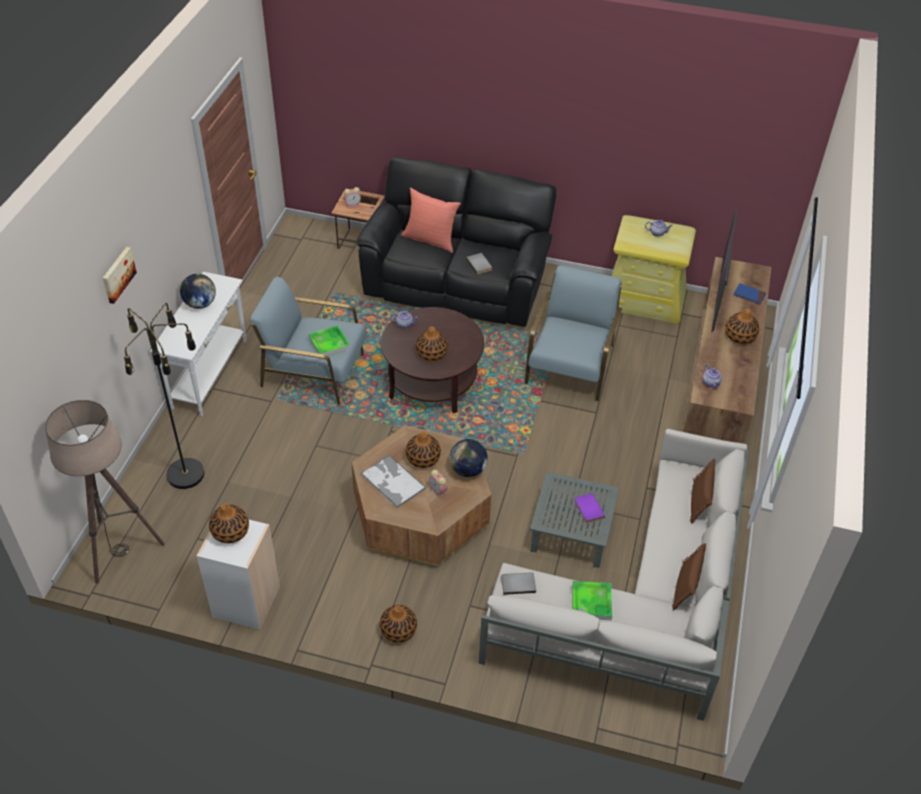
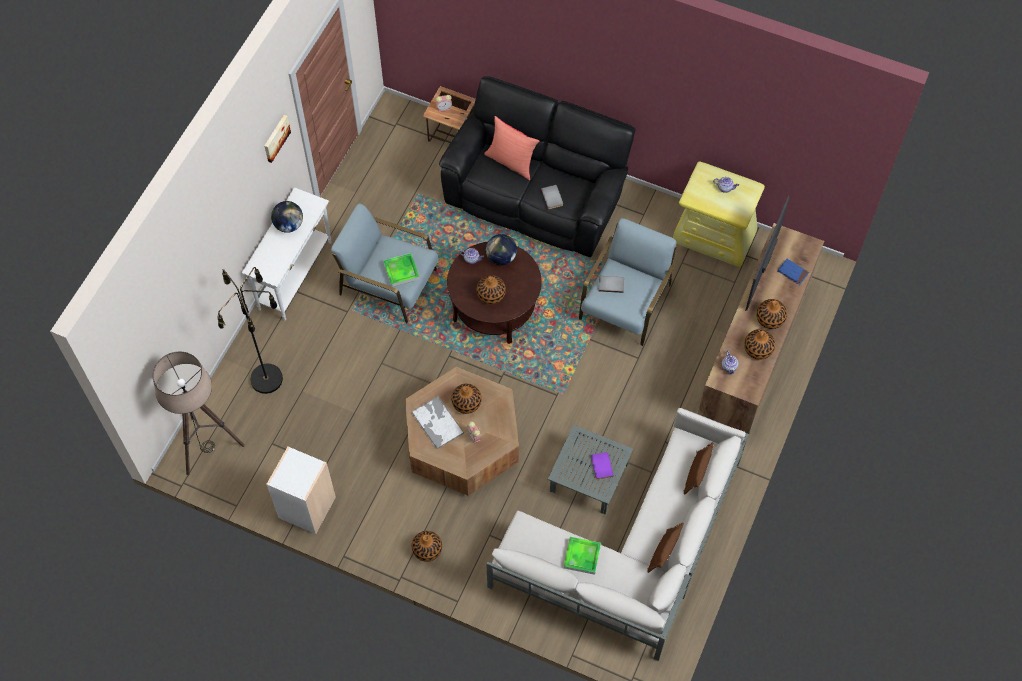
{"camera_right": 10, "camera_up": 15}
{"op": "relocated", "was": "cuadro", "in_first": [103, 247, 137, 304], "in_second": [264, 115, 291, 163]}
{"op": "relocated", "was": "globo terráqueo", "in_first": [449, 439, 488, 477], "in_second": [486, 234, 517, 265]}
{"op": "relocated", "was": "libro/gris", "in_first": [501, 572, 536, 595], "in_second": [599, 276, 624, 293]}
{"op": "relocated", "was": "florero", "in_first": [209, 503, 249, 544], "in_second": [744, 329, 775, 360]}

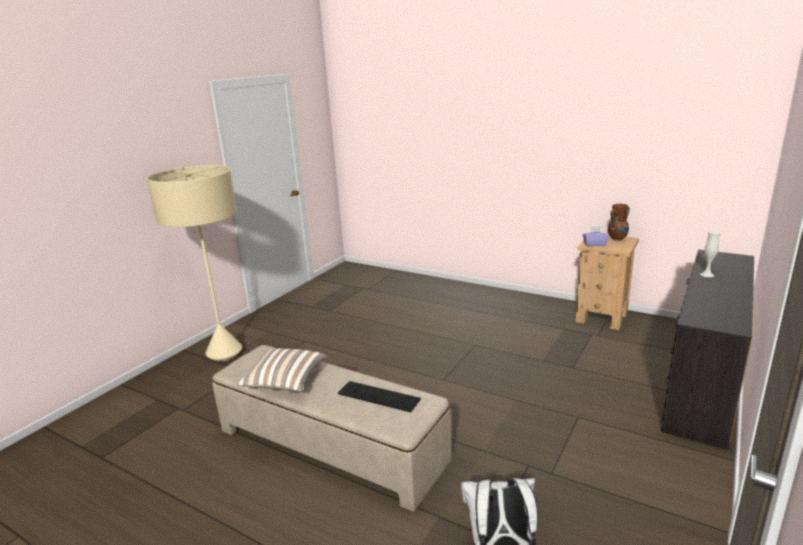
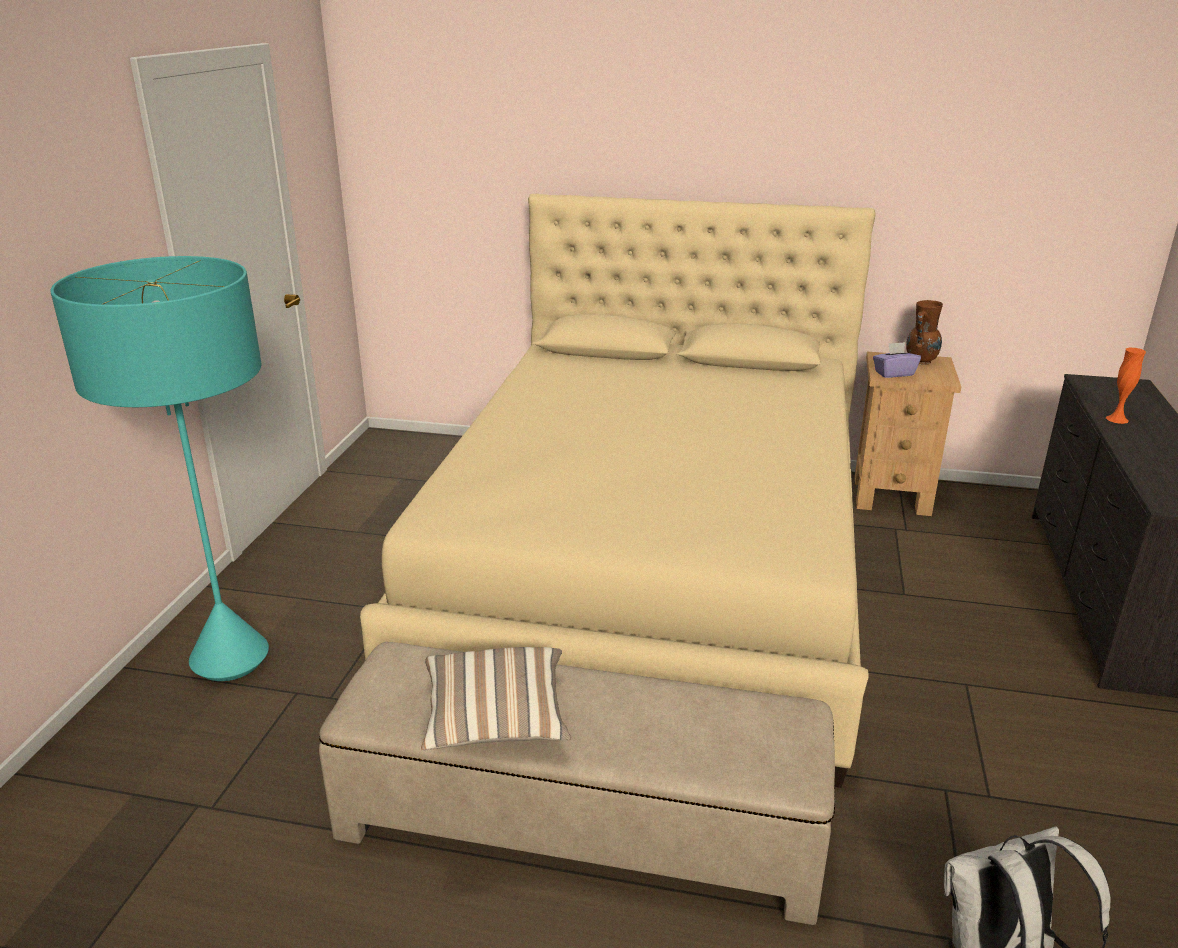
{"camera_right": -20, "camera_up": 5}
{"op": "colour", "was": "lámpara de pie/beis", "now": "lámpara de pie/turquesa", "in_first": [147, 165, 242, 361], "in_second": [50, 256, 269, 681]}
{"op": "appeared", "now": "cama/beis", "in_second": [360, 194, 876, 788]}
{"op": "colour", "was": "florero/blanco", "now": "florero/naranja", "in_first": [700, 231, 721, 277], "in_second": [1106, 348, 1146, 424]}
{"op": "missing", "was": "teclado", "in_first": [338, 381, 421, 412]}

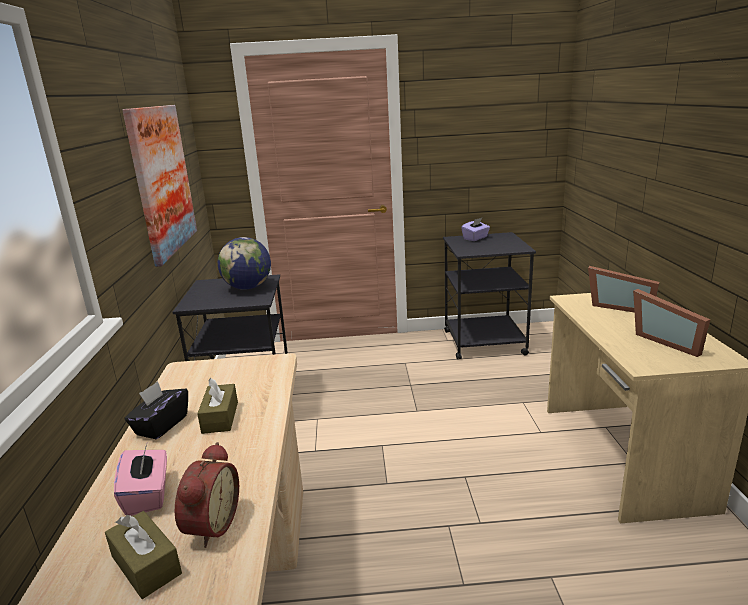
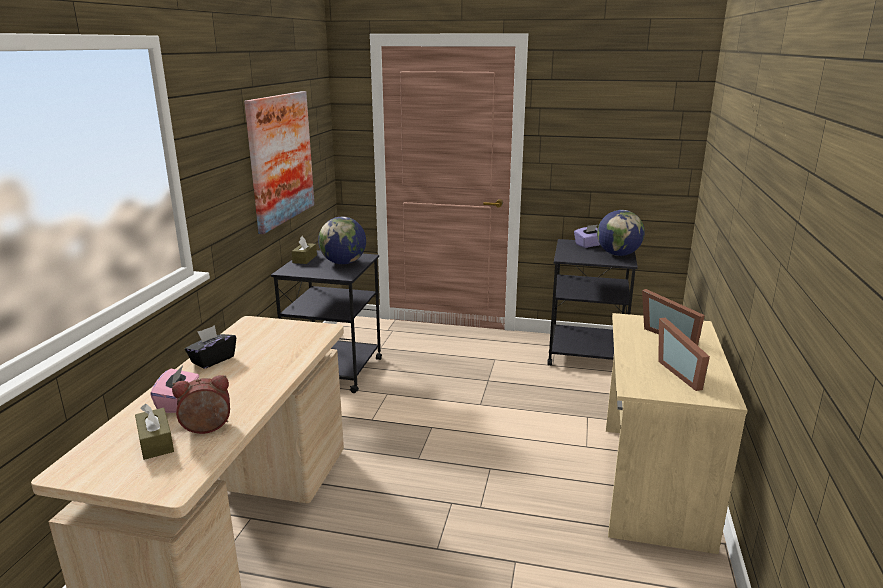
{"camera_right": 15, "camera_up": 0}
{"op": "spun", "was": "despertador", "in_first": [175, 442, 239, 548], "in_second": [172, 375, 230, 434], "clockwise": -135}
{"op": "relocated", "was": "caja de pañuelos/marrón", "in_first": [197, 378, 238, 434], "in_second": [291, 236, 317, 264]}
{"op": "appeared", "now": "globo terráqueo", "in_second": [597, 210, 645, 256]}

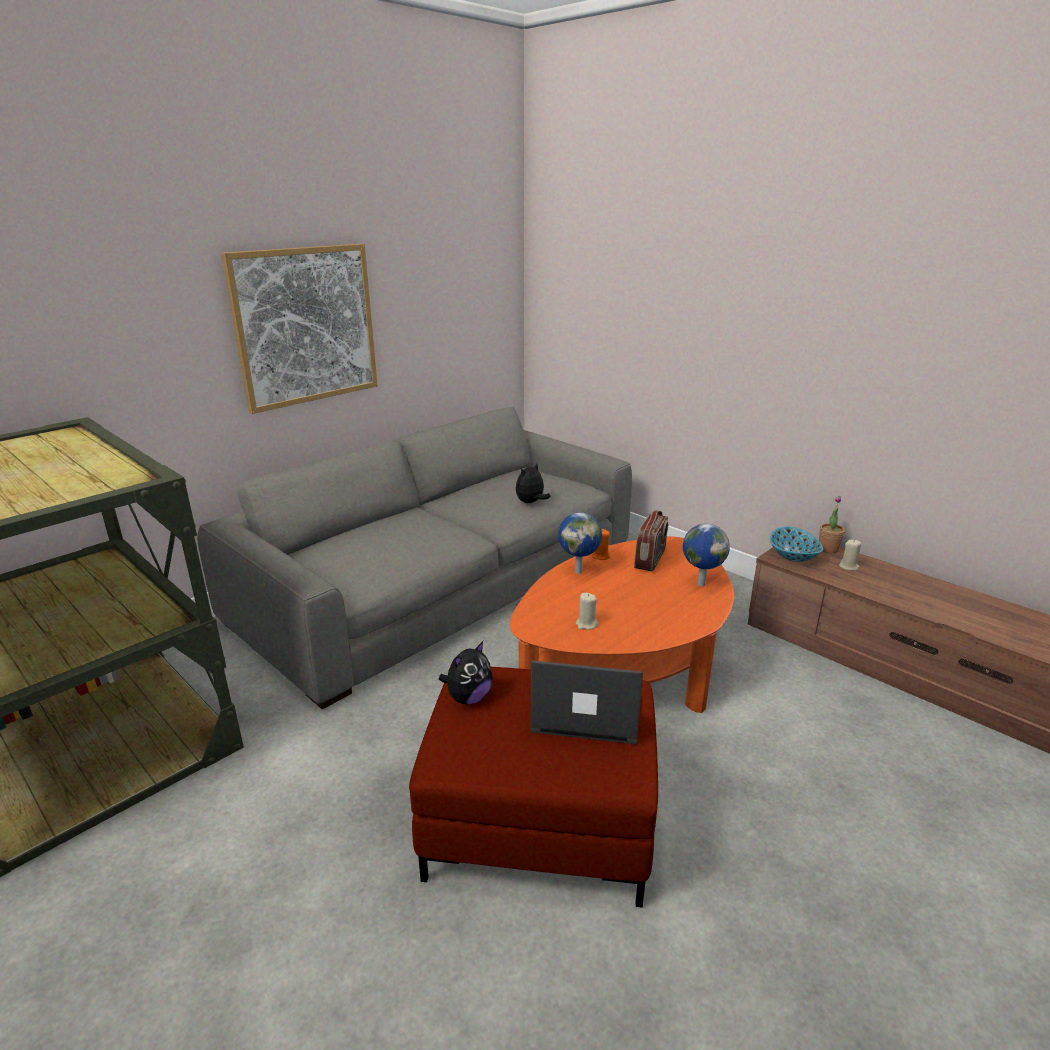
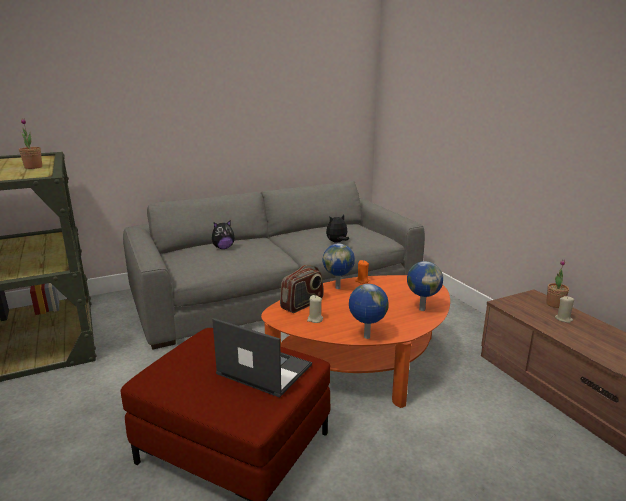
{"camera_right": 20, "camera_up": -5}
{"op": "appeared", "now": "planta en maceta", "in_second": [19, 118, 42, 169]}
{"op": "relocated", "was": "peluche", "in_first": [439, 641, 493, 704], "in_second": [212, 220, 235, 249]}
{"op": "relocated", "was": "radio", "in_first": [634, 510, 668, 572], "in_second": [280, 265, 324, 313]}
{"op": "appeared", "now": "globo terráqueo", "in_second": [349, 284, 389, 339]}
{"op": "missing", "was": "cuadro", "in_first": [221, 244, 378, 414]}
{"op": "missing", "was": "cuenco", "in_first": [770, 527, 823, 562]}

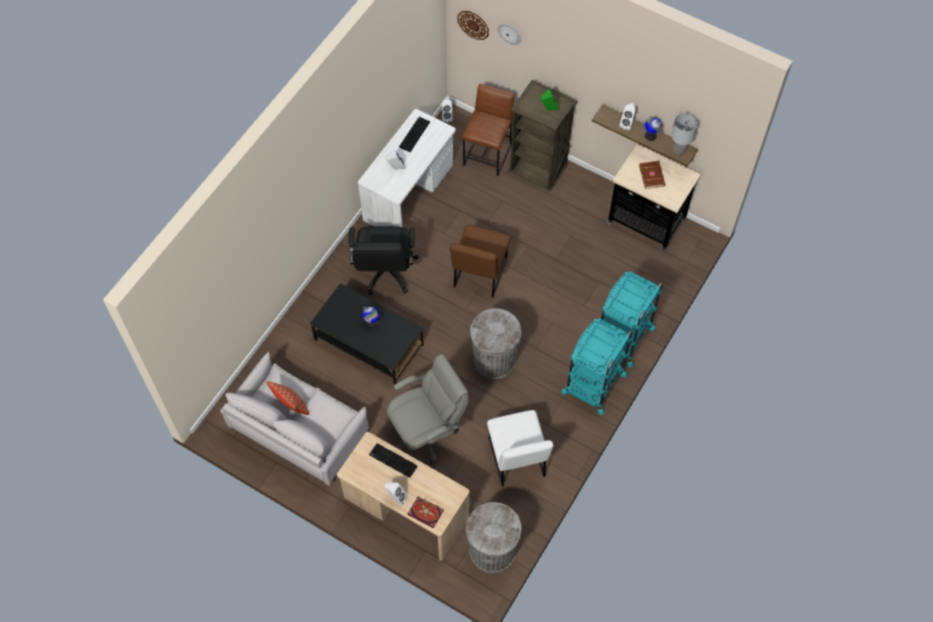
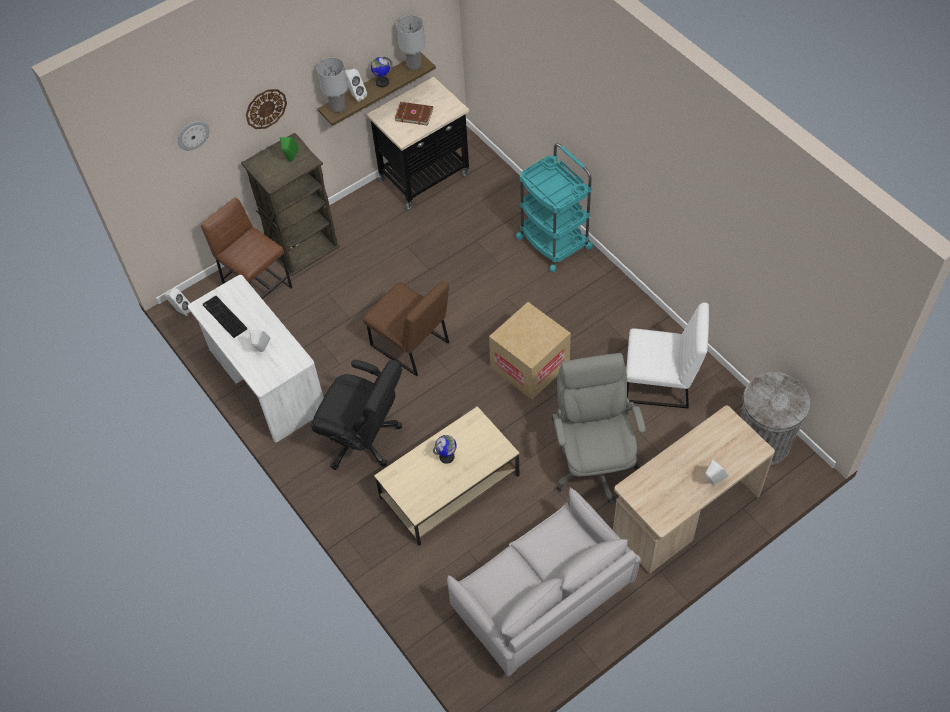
{"camera_right": -65, "camera_up": -5}
{"op": "relocated", "was": "reloj de pared", "in_first": [457, 11, 489, 40], "in_second": [246, 89, 287, 129]}
{"op": "appeared", "now": "lámpara de mesa/gris", "in_second": [317, 58, 348, 113]}
{"op": "colour", "was": "mesa de centro/negro", "now": "mesa de centro/beis", "in_first": [310, 283, 424, 385], "in_second": [374, 406, 520, 546]}
{"op": "exchanged", "was": "papelera/gris", "now": "caja de cartón", "in_first": [470, 309, 522, 379], "in_second": [489, 302, 571, 400]}
{"op": "missing", "was": "cojín", "in_first": [266, 381, 309, 415]}
{"op": "missing", "was": "teclado", "in_first": [369, 443, 418, 478]}
{"op": "missing", "was": "libro", "in_first": [407, 497, 443, 528]}
{"op": "missing", "was": "carrito/turquesa", "in_first": [561, 318, 632, 415]}

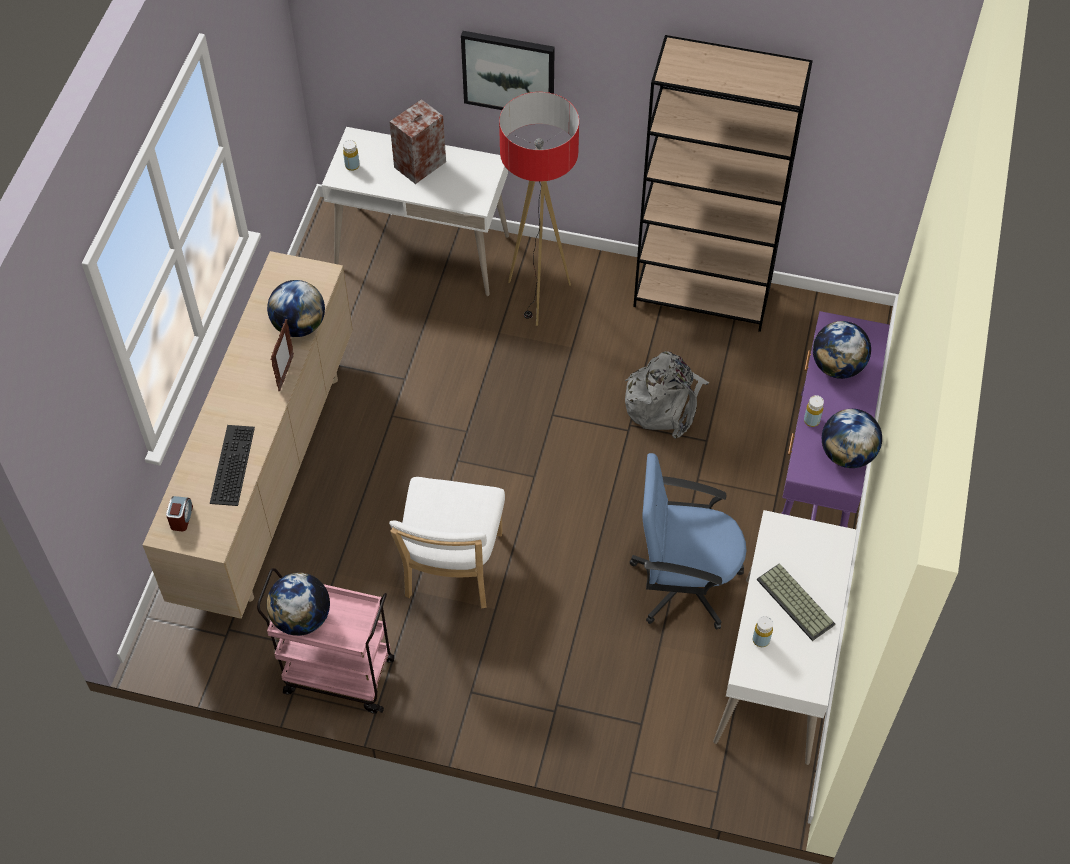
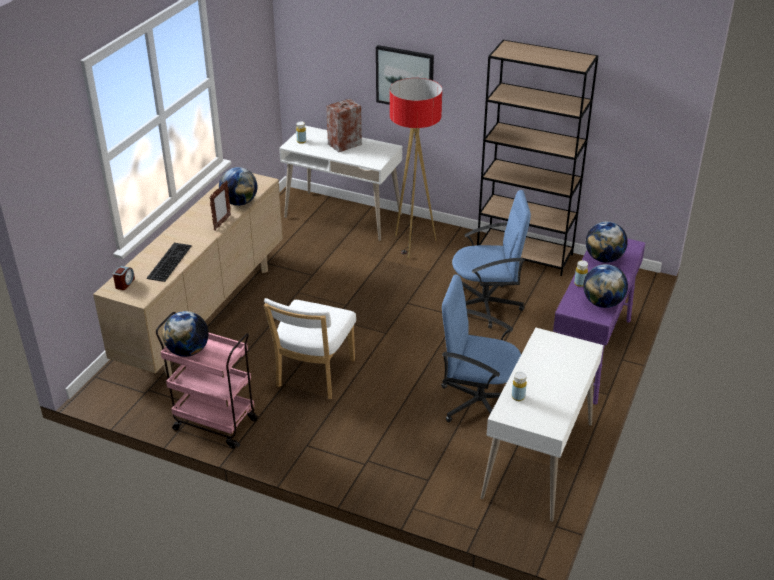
{"camera_right": 10, "camera_up": -20}
{"op": "exchanged", "was": "mochila/gris", "now": "silla de oficina/azul", "in_first": [625, 351, 709, 439], "in_second": [452, 190, 531, 328]}
{"op": "missing", "was": "teclado", "in_first": [757, 563, 835, 641]}

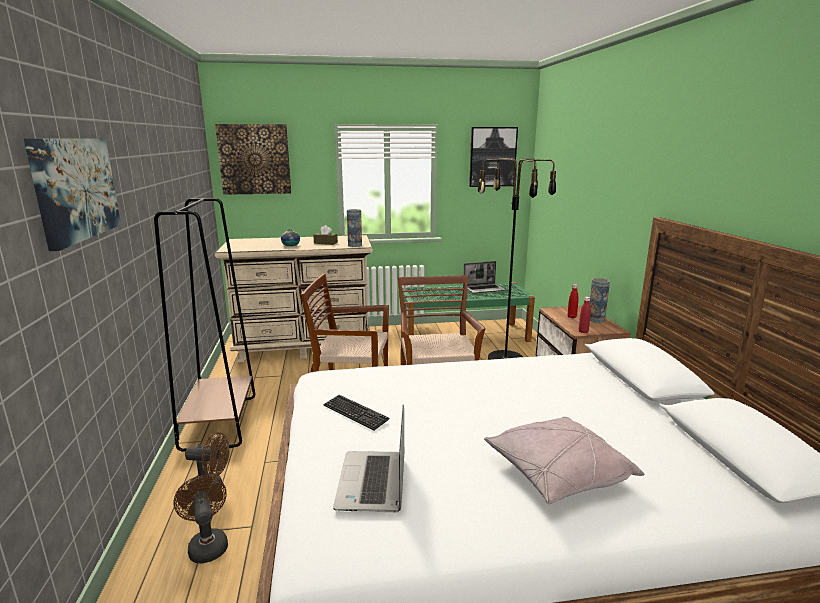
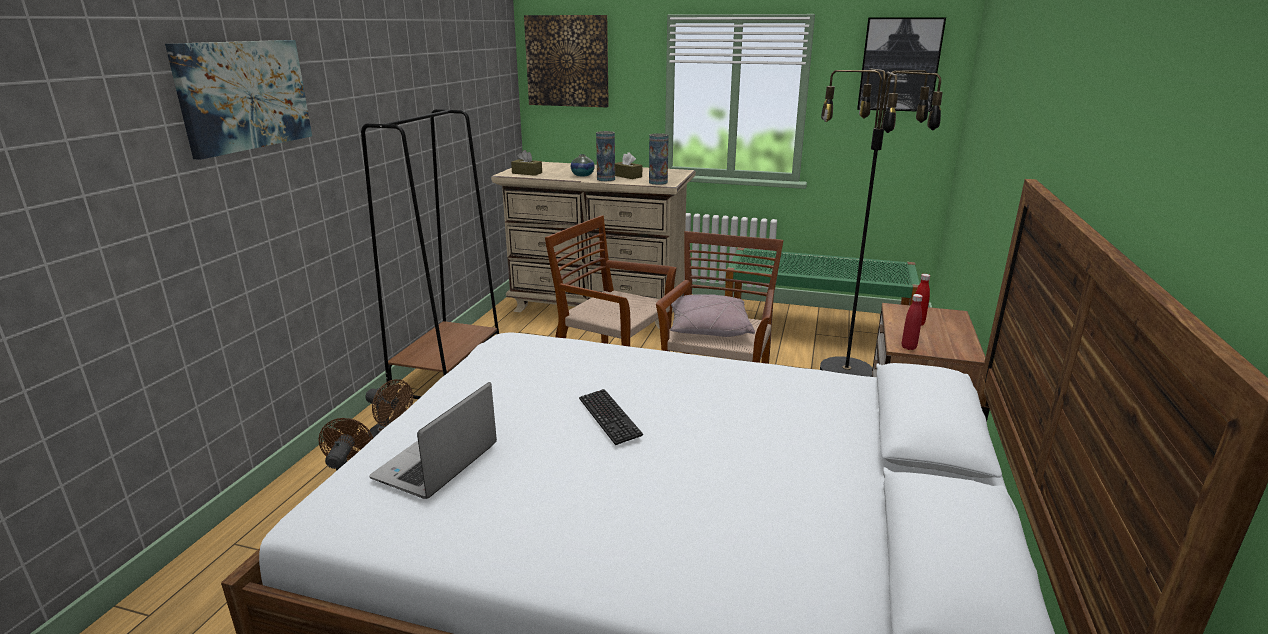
{"camera_right": 25, "camera_up": 5}
{"op": "appeared", "now": "caja de pañuelos/marrón", "in_second": [511, 150, 542, 176]}
{"op": "relocated", "was": "teclado", "in_first": [323, 395, 390, 430], "in_second": [579, 389, 643, 445]}
{"op": "relocated", "was": "florero", "in_first": [589, 278, 610, 323], "in_second": [596, 131, 615, 181]}
{"op": "relocated", "was": "cojín/morado", "in_first": [484, 417, 644, 504], "in_second": [670, 294, 755, 337]}
{"op": "missing", "was": "portátil", "in_first": [463, 261, 506, 293]}

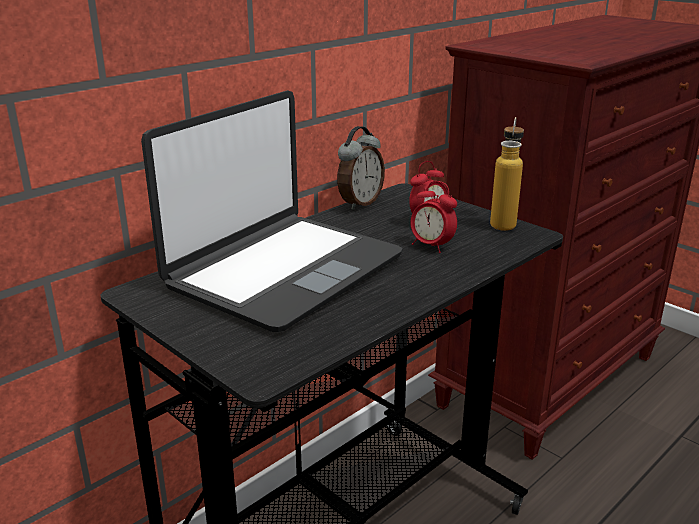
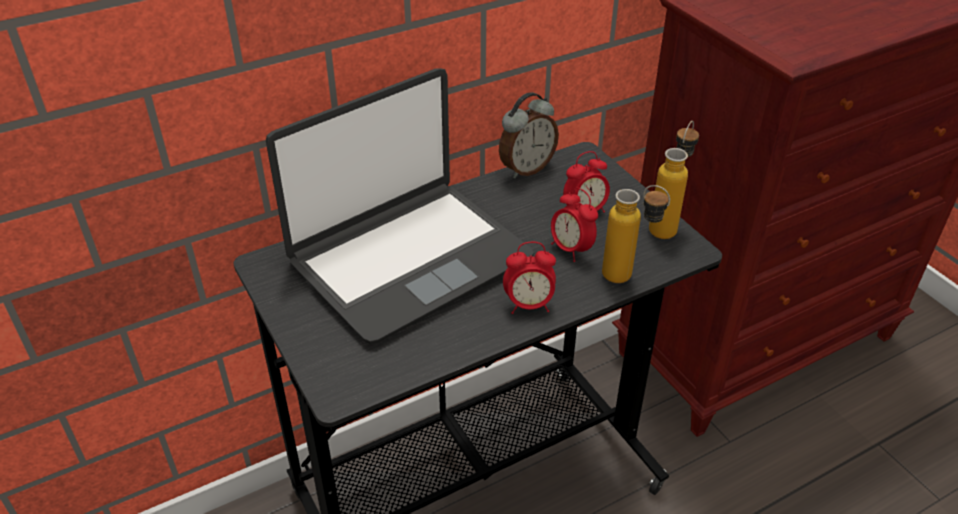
{"camera_right": 15, "camera_up": 15}
{"op": "appeared", "now": "despertador", "in_second": [503, 242, 556, 314]}
{"op": "appeared", "now": "botella", "in_second": [602, 185, 670, 283]}

